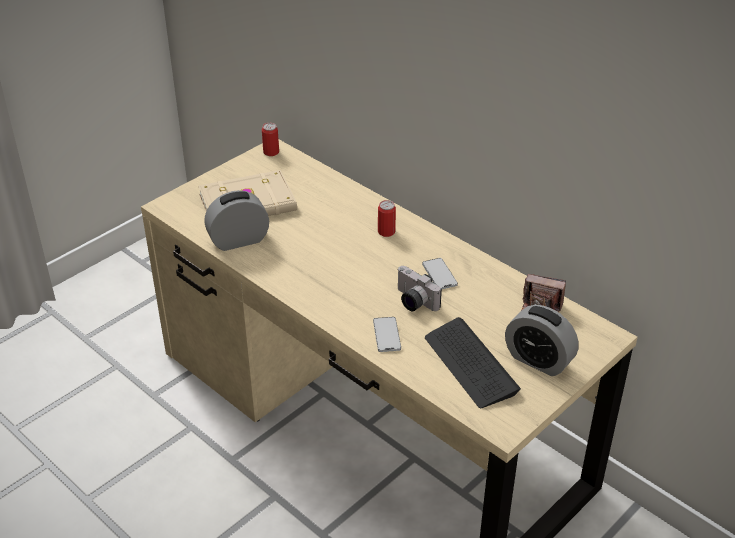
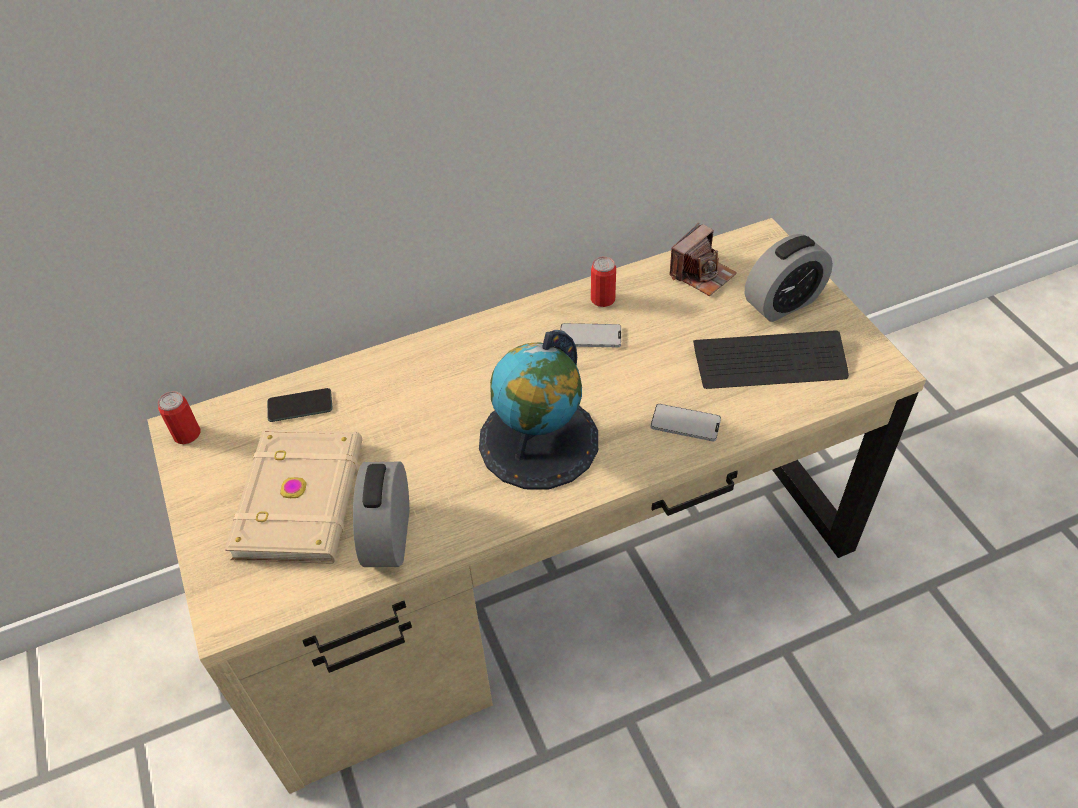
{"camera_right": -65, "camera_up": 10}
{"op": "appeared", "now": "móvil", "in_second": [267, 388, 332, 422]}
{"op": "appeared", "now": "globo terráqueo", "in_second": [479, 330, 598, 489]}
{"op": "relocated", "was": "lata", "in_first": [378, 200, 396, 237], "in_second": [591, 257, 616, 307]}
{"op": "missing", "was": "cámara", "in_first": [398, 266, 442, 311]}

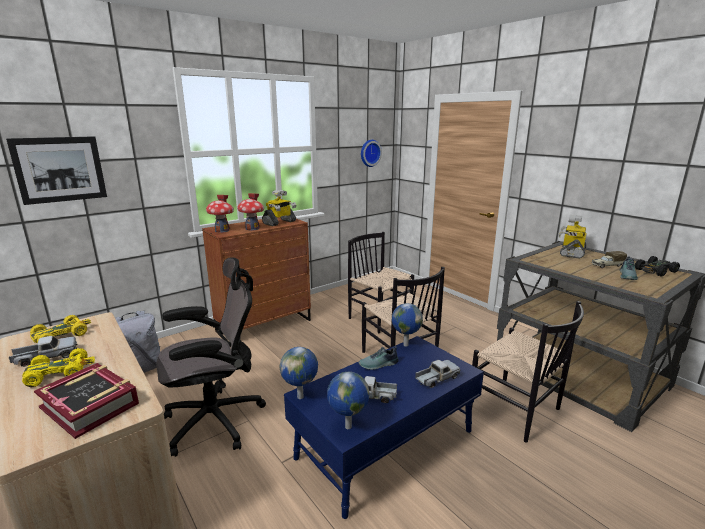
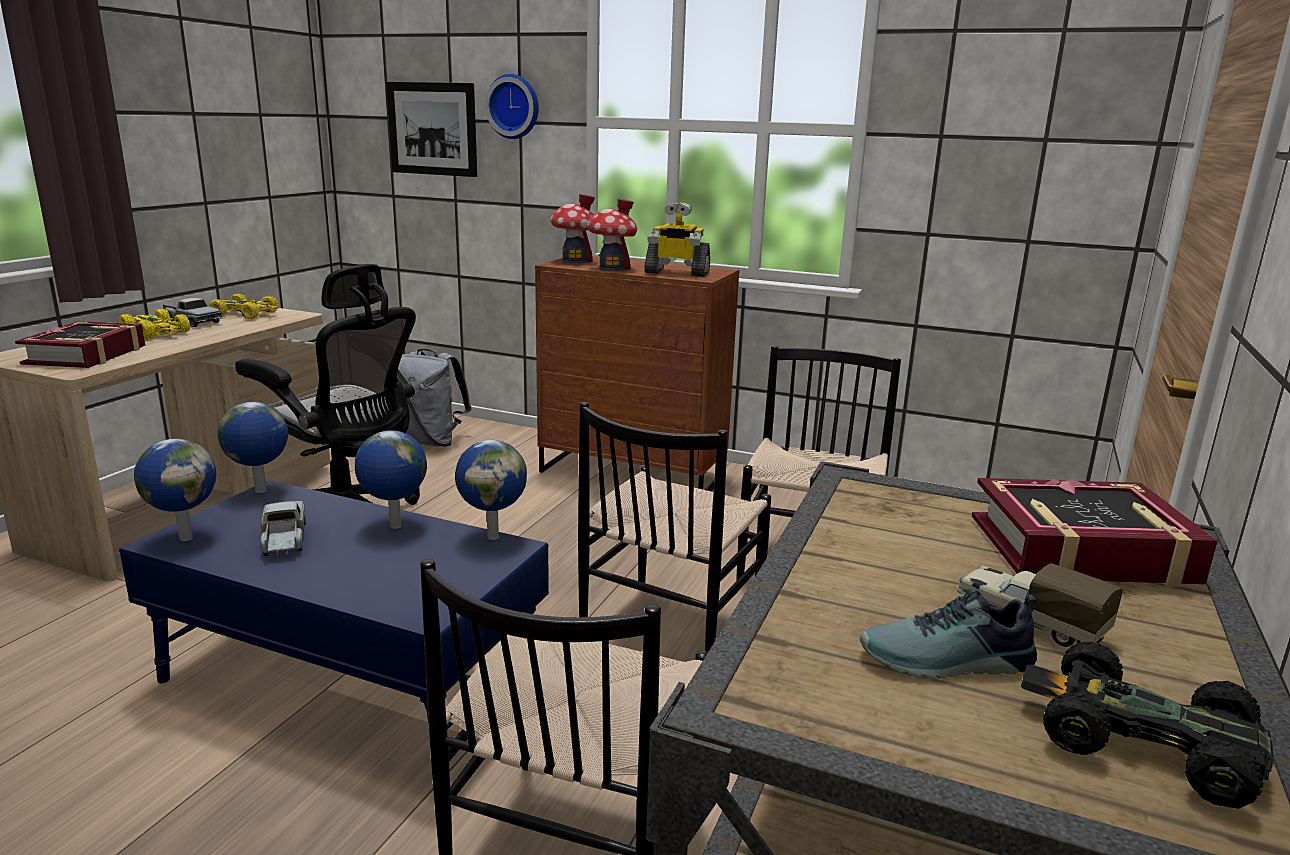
{"camera_right": 60, "camera_up": 0}
{"op": "exchanged", "was": "zapato", "now": "globo terráqueo", "in_first": [359, 346, 399, 370], "in_second": [355, 430, 427, 529]}
{"op": "relocated", "was": "reloj de pared", "in_first": [361, 140, 382, 167], "in_second": [485, 74, 539, 139]}
{"op": "exchanged", "was": "robot de juguete", "now": "libro", "in_first": [558, 215, 587, 258], "in_second": [972, 478, 1218, 587]}
{"op": "missing", "was": "camión de juguete", "in_first": [415, 360, 460, 388]}

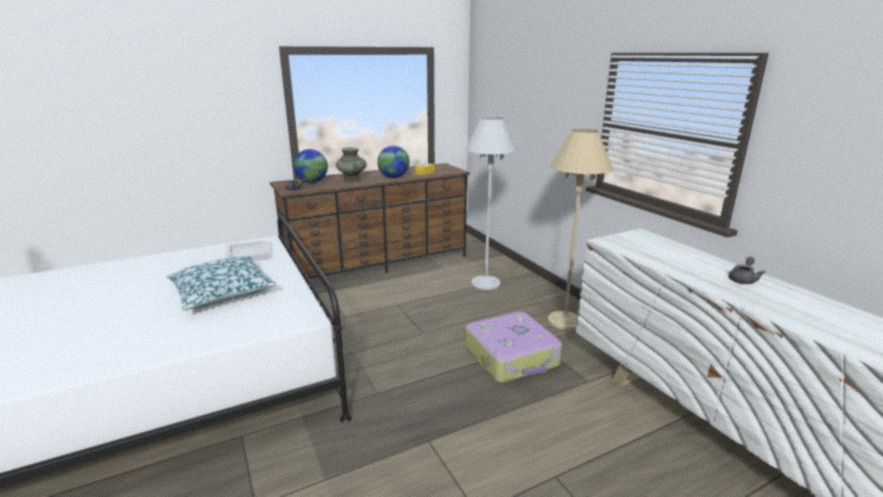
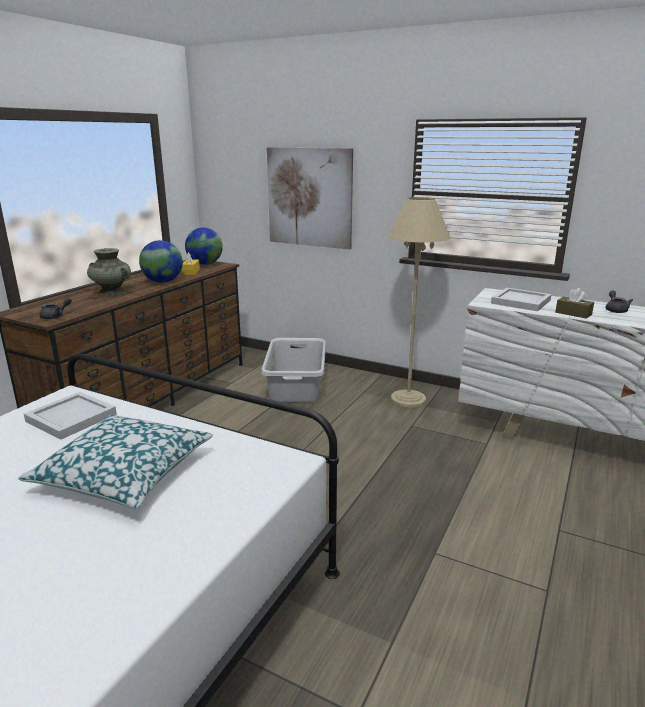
{"camera_right": -35, "camera_up": 0}
{"op": "relocated", "was": "globo terráqueo", "in_first": [293, 149, 328, 183], "in_second": [185, 227, 223, 265]}
{"op": "exchanged", "was": "lámpara de pie/blanco", "now": "cesto de la ropa/gris", "in_first": [465, 117, 516, 290], "in_second": [261, 338, 326, 402]}
{"op": "appeared", "now": "cuadro", "in_second": [267, 147, 353, 249]}
{"op": "appeared", "now": "bandeja/blanco", "in_second": [491, 288, 552, 311]}
{"op": "appeared", "now": "caja de pañuelos/marrón", "in_second": [555, 288, 594, 319]}
{"op": "missing", "was": "maleta", "in_first": [465, 312, 562, 383]}

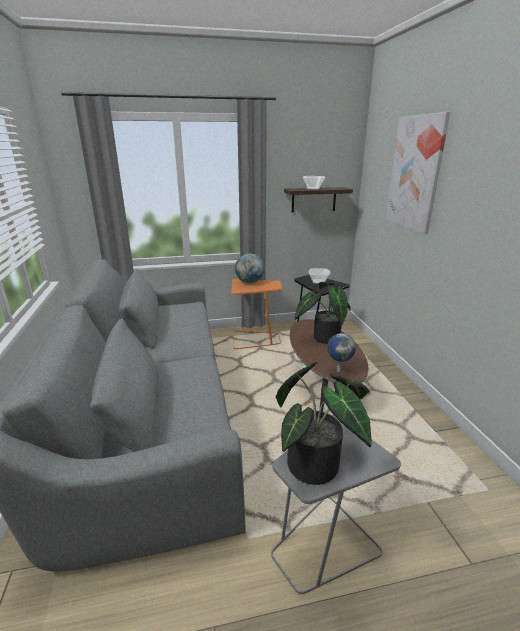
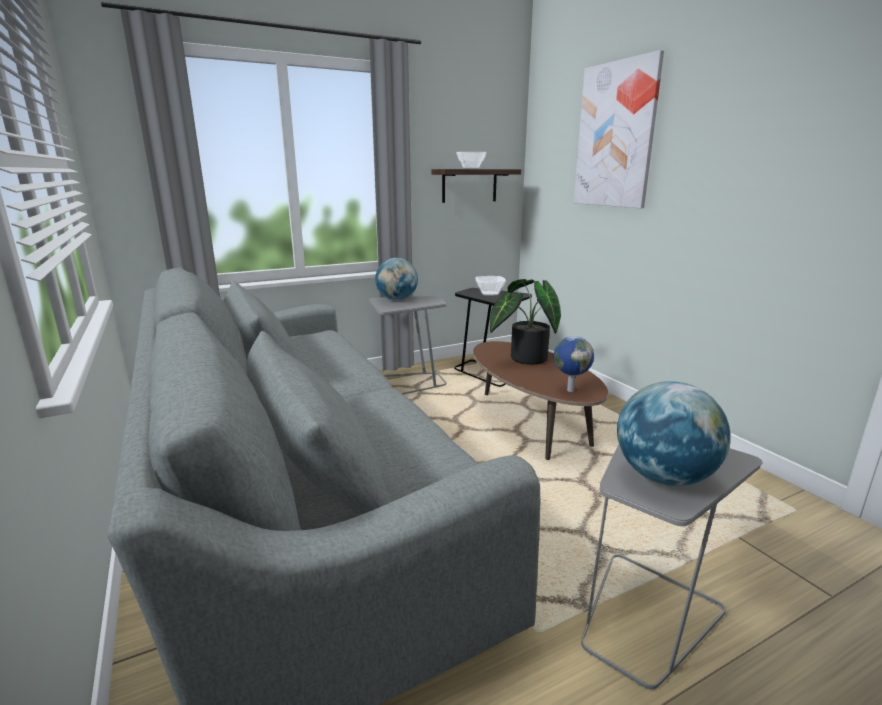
{"camera_right": -15, "camera_up": -5}
{"op": "colour", "was": "mesa auxiliar/naranja", "now": "mesa auxiliar/gris", "in_first": [232, 279, 282, 349], "in_second": [369, 296, 447, 395]}
{"op": "exchanged", "was": "planta en maceta", "now": "globo terráqueo", "in_first": [276, 362, 372, 485], "in_second": [617, 381, 731, 486]}

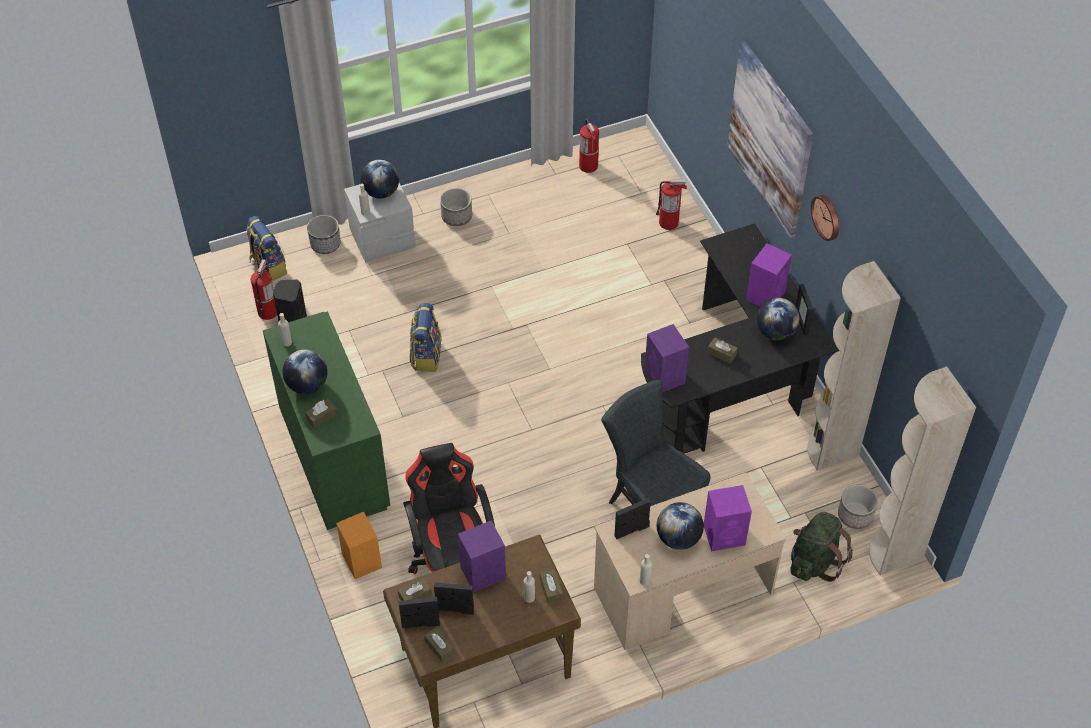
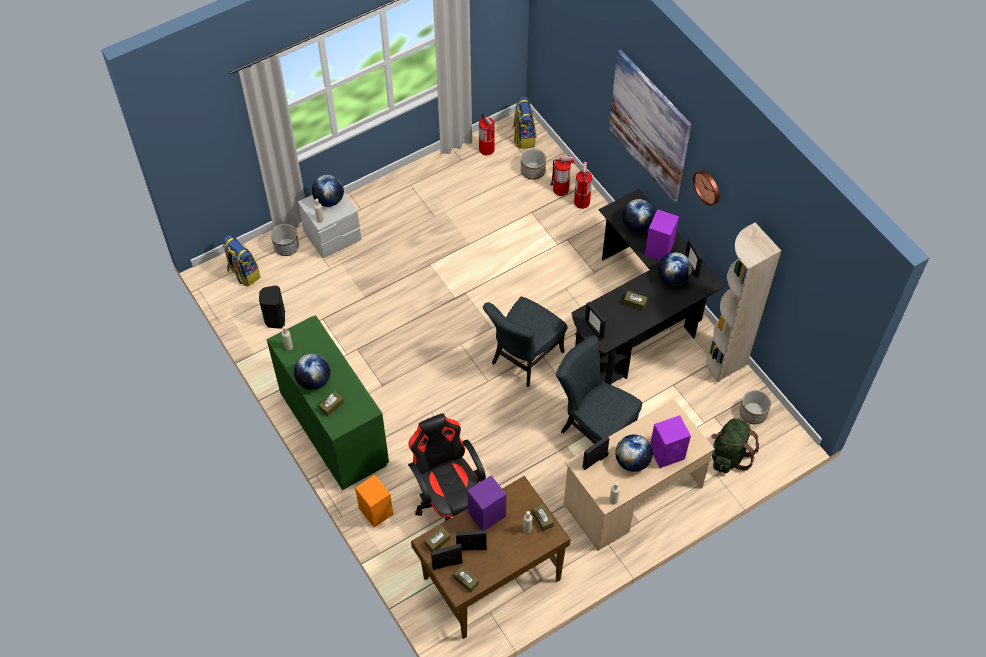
{"camera_right": -10, "camera_up": 5}
{"op": "appeared", "now": "silla/gris", "in_second": [483, 297, 568, 387]}
{"op": "relocated", "was": "mochila", "in_first": [410, 303, 442, 372], "in_second": [512, 97, 536, 149]}
{"op": "relocated", "was": "maceta", "in_first": [440, 188, 472, 226], "in_second": [521, 149, 546, 180]}
{"op": "relocated", "was": "extintor", "in_first": [251, 259, 277, 320], "in_second": [574, 162, 592, 209]}
{"op": "exchanged", "was": "altavoz/morado", "now": "portarretratos", "in_first": [644, 324, 689, 392], "in_second": [585, 302, 606, 340]}
{"op": "appeared", "now": "globo terráqueo", "in_second": [622, 199, 655, 232]}
{"op": "missing", "was": "estantería/beis", "in_first": [869, 366, 976, 576]}

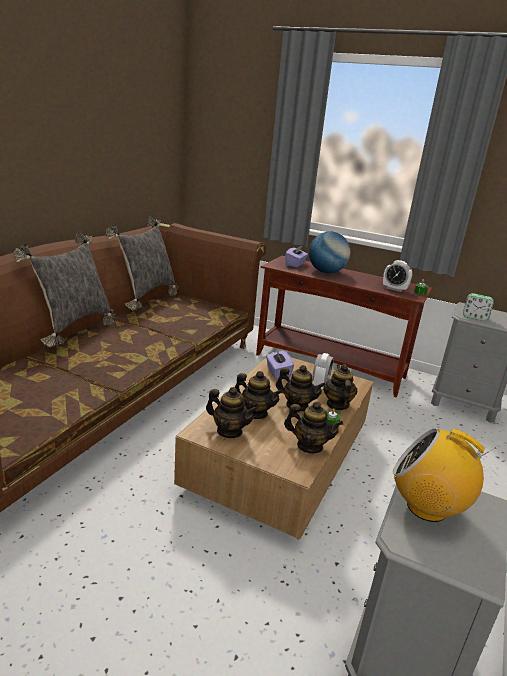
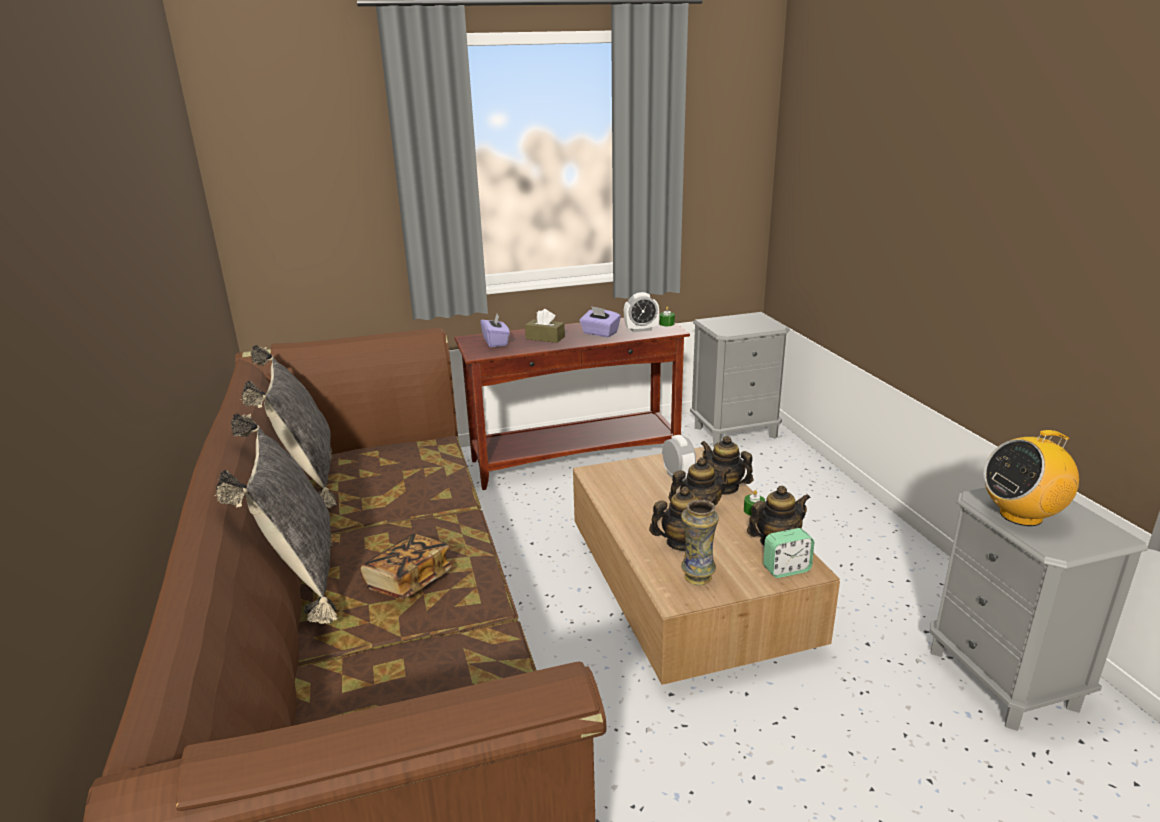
{"camera_right": -40, "camera_up": 0}
{"op": "appeared", "now": "libro", "in_second": [361, 533, 453, 599]}
{"op": "exchanged", "was": "globo terráqueo", "now": "caja de pañuelos/marrón", "in_first": [309, 232, 350, 273], "in_second": [525, 309, 565, 343]}
{"op": "relocated", "was": "caja de pañuelos/morado", "in_first": [266, 349, 294, 379], "in_second": [580, 306, 621, 337]}
{"op": "exchanged", "was": "tetera", "now": "florero", "in_first": [206, 387, 257, 438], "in_second": [681, 500, 719, 585]}
{"op": "relocated", "was": "despertador", "in_first": [463, 293, 494, 321], "in_second": [763, 528, 814, 578]}

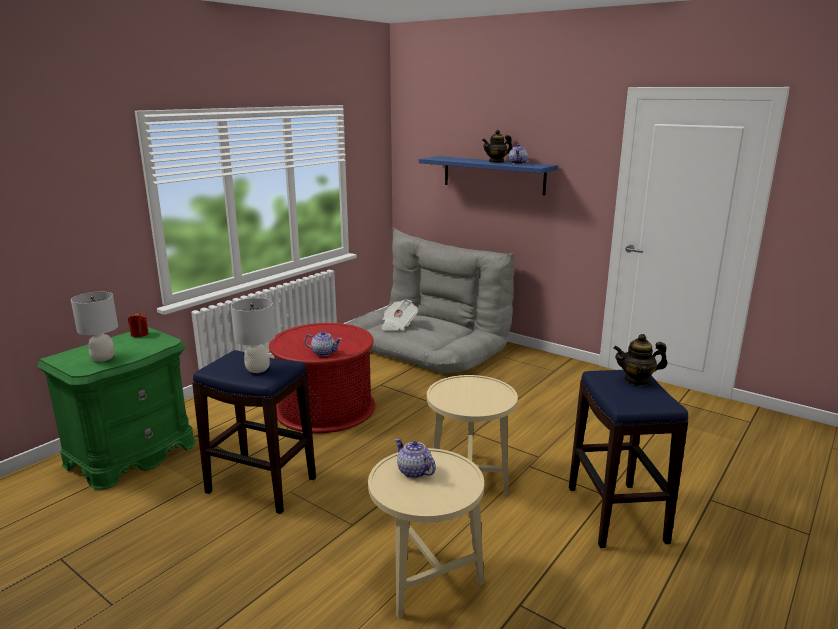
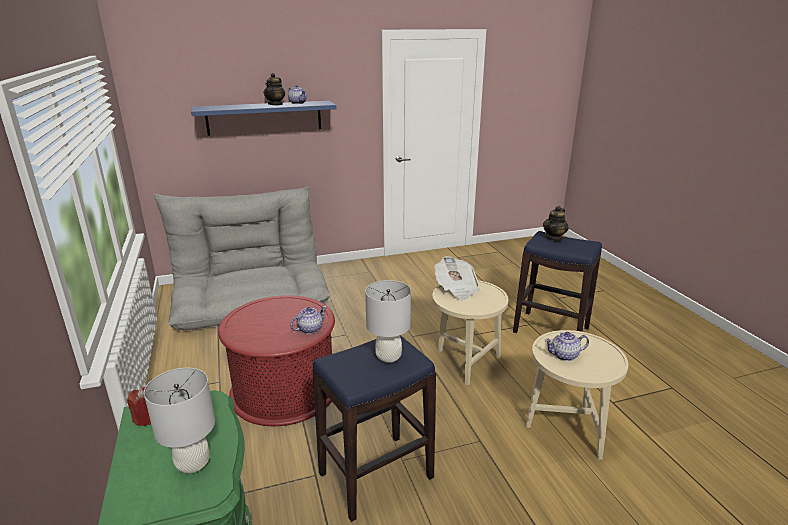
{"camera_right": -55, "camera_up": 5}
{"op": "relocated", "was": "periódico", "in_first": [382, 300, 418, 330], "in_second": [435, 256, 480, 301]}

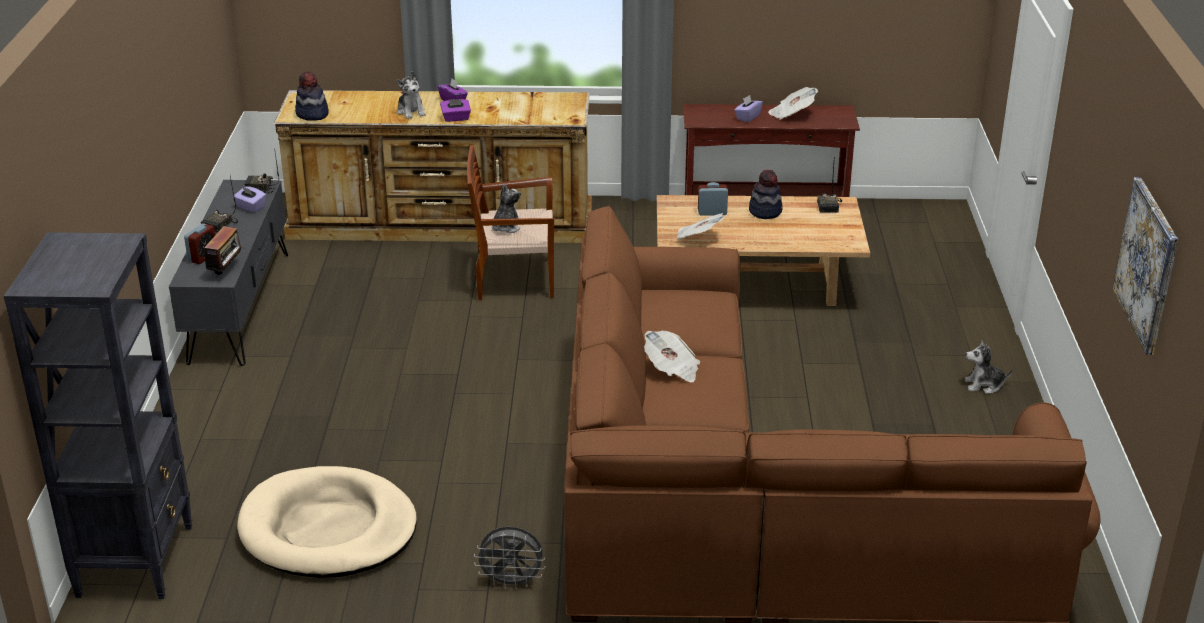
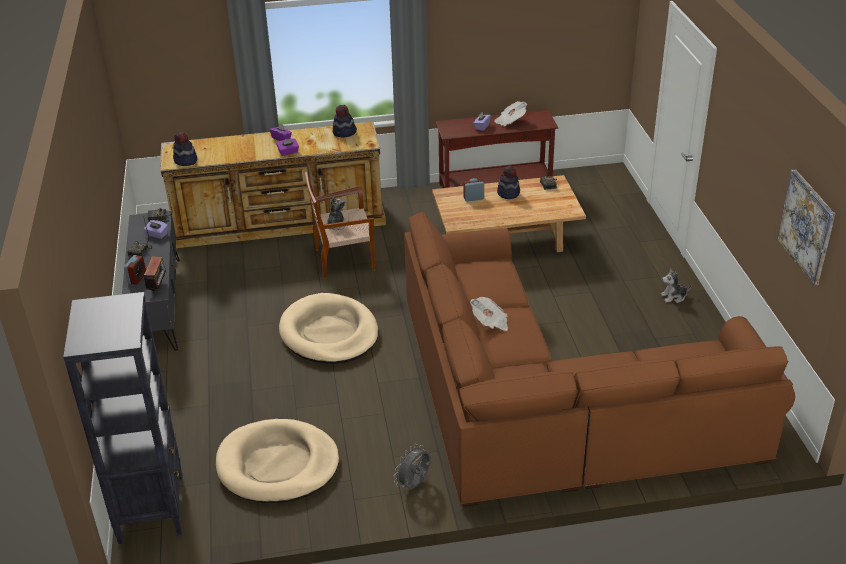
{"camera_right": -10, "camera_up": 5}
{"op": "appeared", "now": "cama para perro/beis", "in_second": [279, 293, 378, 364]}
{"op": "appeared", "now": "sombrero", "in_second": [333, 105, 357, 138]}
{"op": "spun", "was": "ventilador/gris", "in_first": [474, 527, 545, 590], "in_second": [394, 444, 431, 490], "clockwise": 135}
{"op": "missing", "was": "peluche", "in_first": [397, 71, 426, 119]}
{"op": "missing", "was": "periódico", "in_first": [676, 213, 724, 239]}

